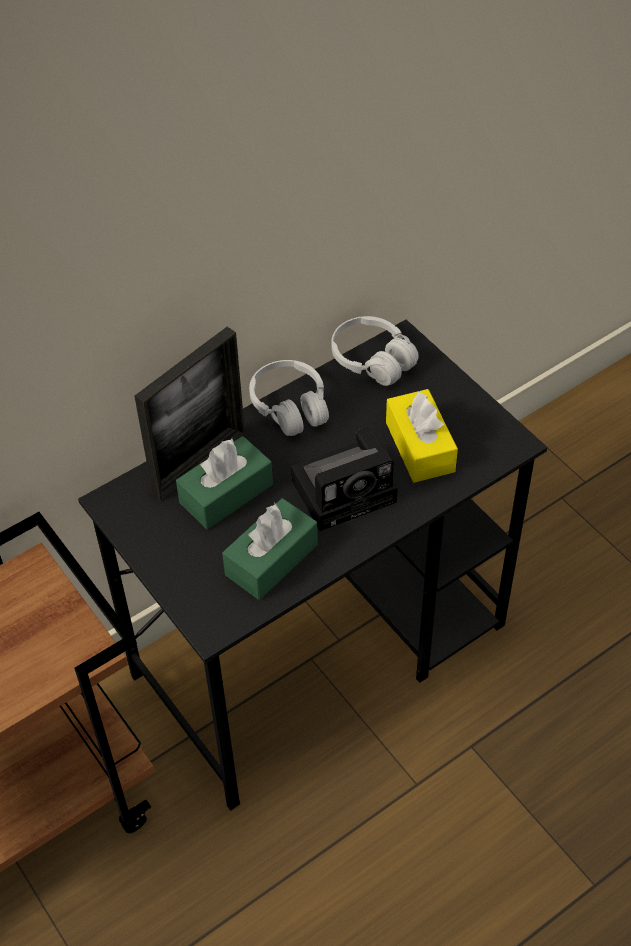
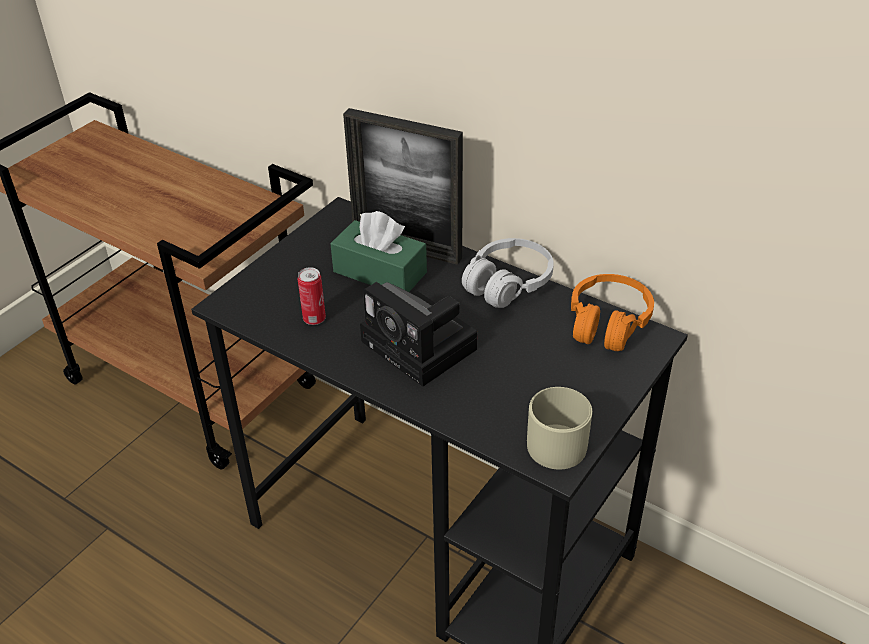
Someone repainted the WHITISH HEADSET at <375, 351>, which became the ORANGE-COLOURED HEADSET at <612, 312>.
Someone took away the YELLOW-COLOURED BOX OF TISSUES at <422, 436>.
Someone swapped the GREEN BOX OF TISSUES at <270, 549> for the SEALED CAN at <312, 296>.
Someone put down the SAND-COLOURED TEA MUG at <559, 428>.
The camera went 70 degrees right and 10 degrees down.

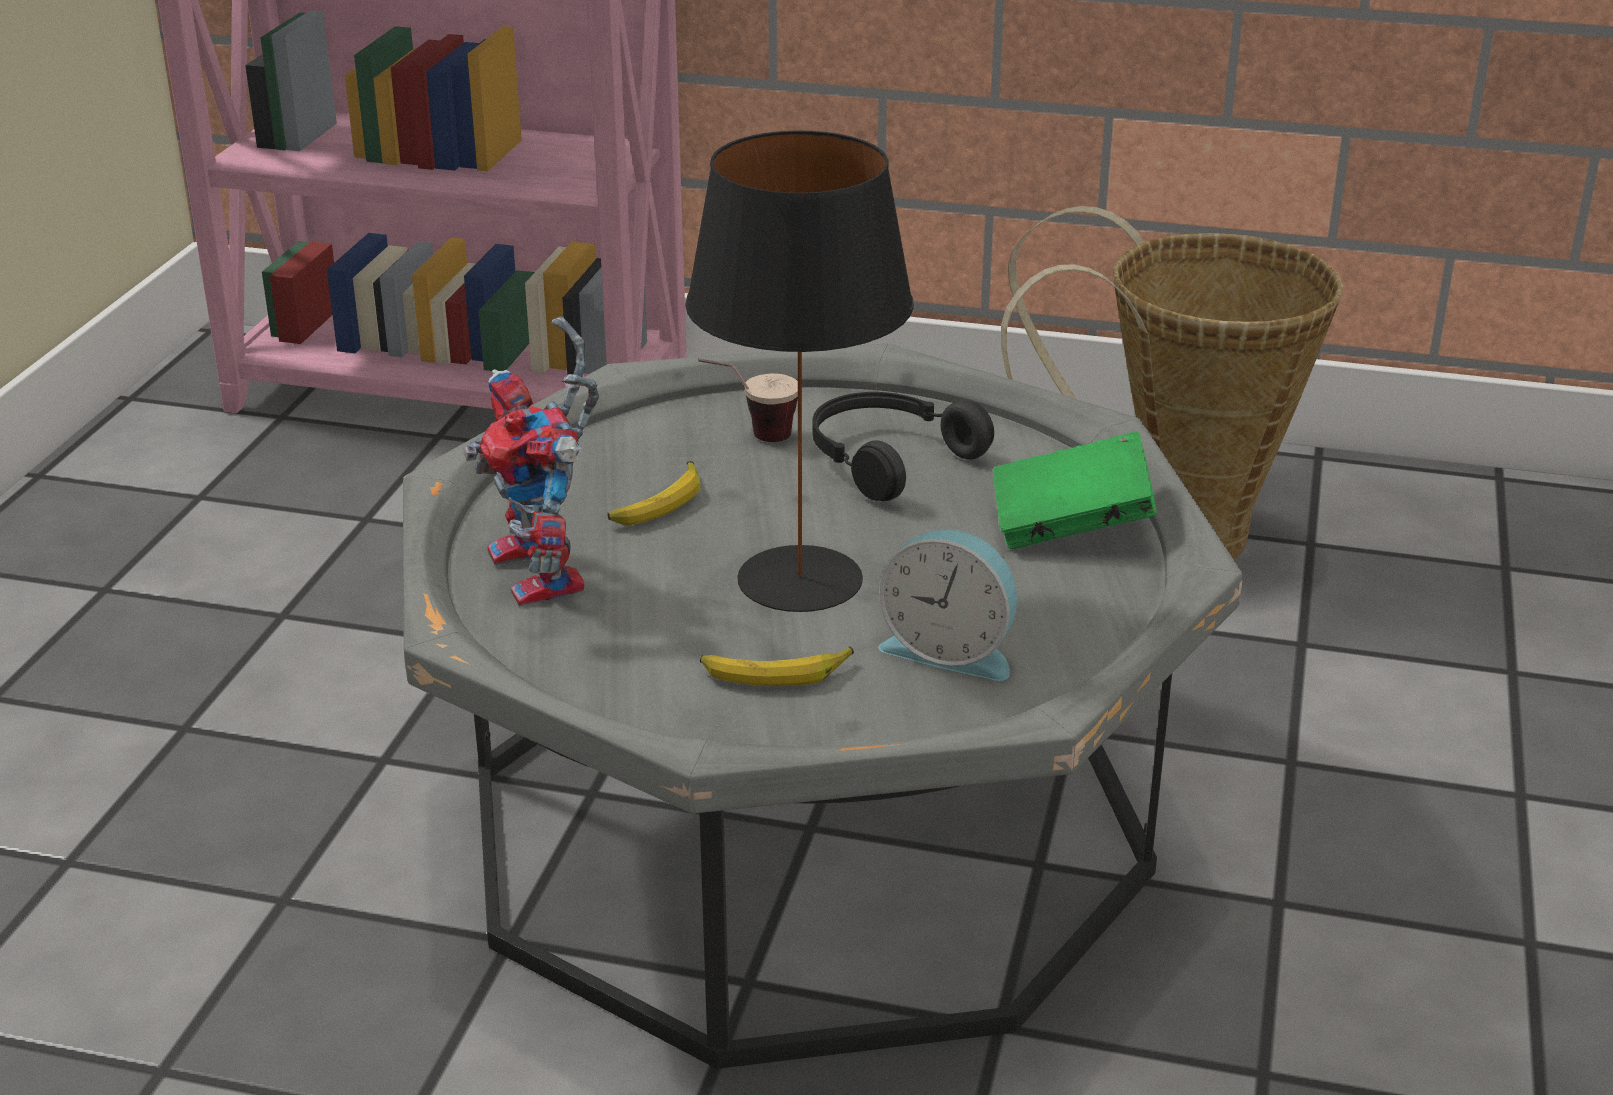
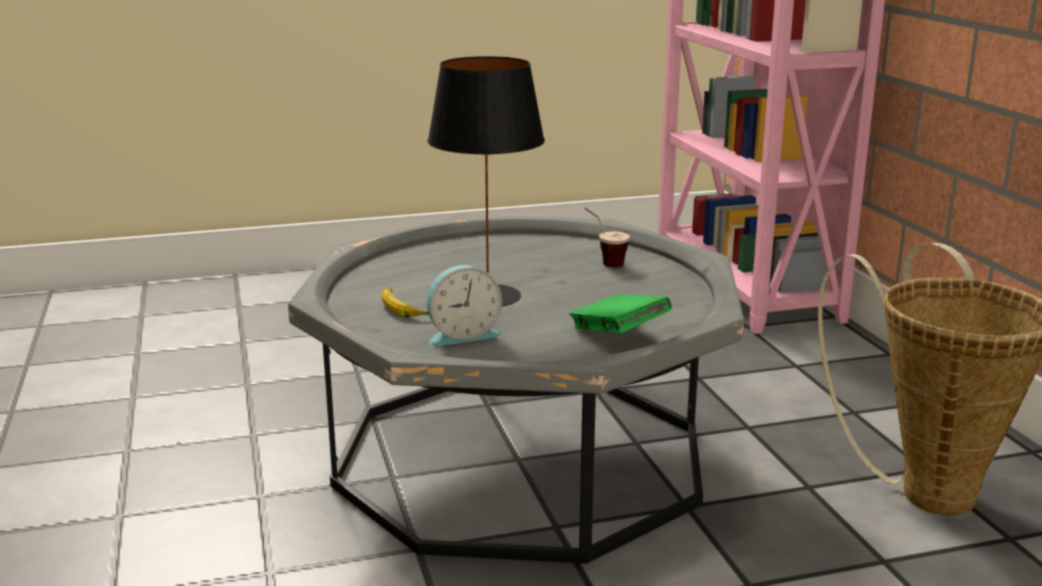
Someone took away the MODEL ROBOT at <531, 461>.
Someone took away the BLACK HEADSET at <903, 446>.
Someone took away the WHOLE BANANA at <653, 493>.
Someone rotated the BEDSIDE CLOCK at <947, 605> by 105 degrees counterclockwise.
The camera went 60 degrees right and 10 degrees down.

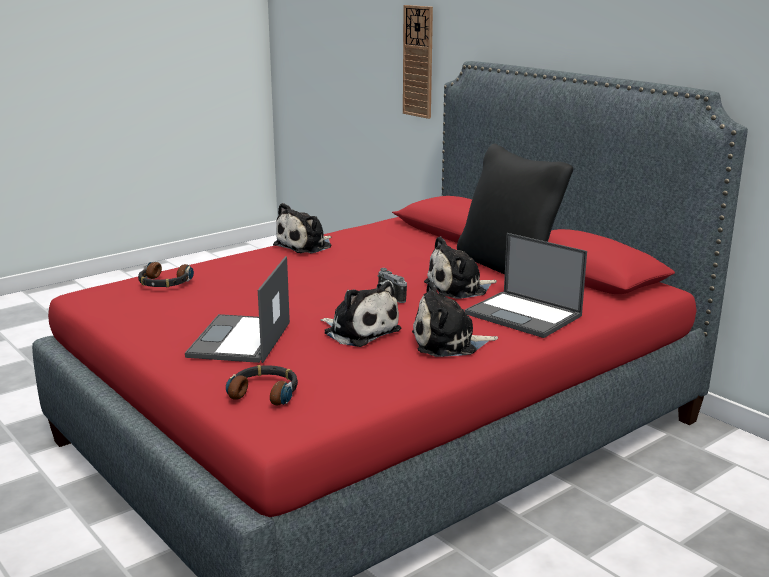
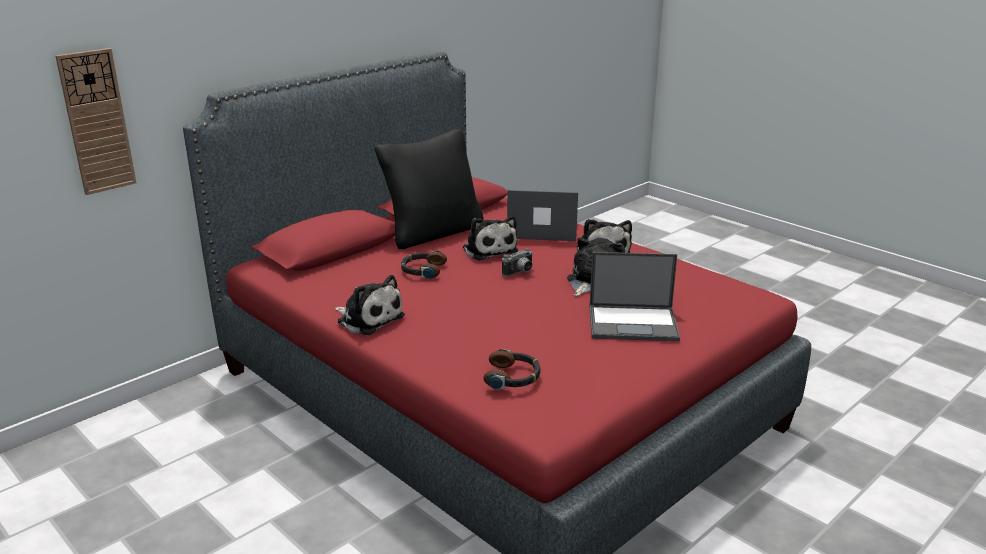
Someone rotated the NOTEBOOK COMPUTER at <526, 285> by 120 degrees counterclockwise.
Someone carried the HEADSET from <262, 385> to <424, 265>.
The camera went 95 degrees left and 5 degrees up.

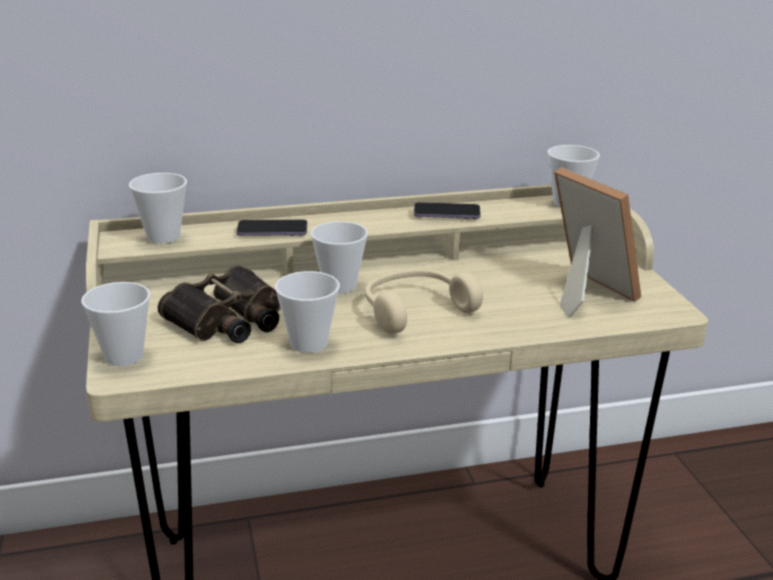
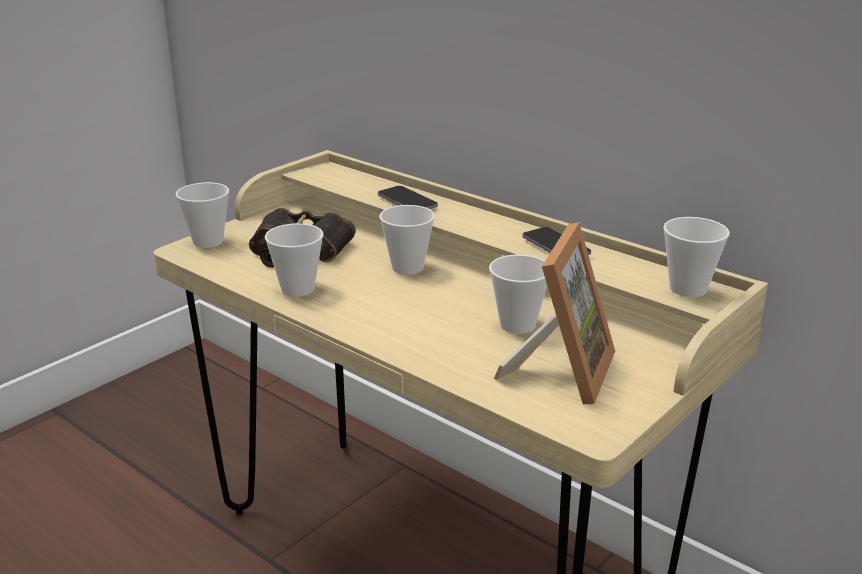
Someone carried the CUP from <158, 208> to <518, 294>.
Someone took away the SAND-COLOURED HEADSET at <424, 301>.
The camera went 55 degrees right and 0 degrees up.

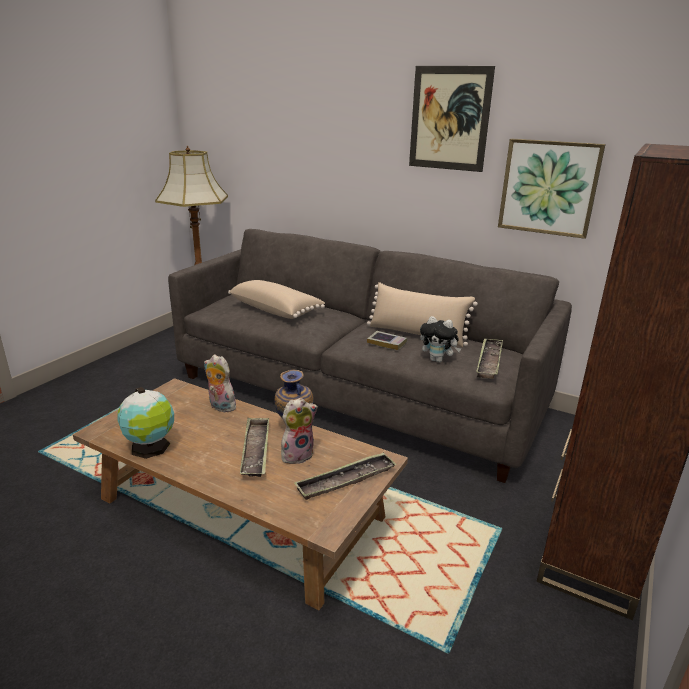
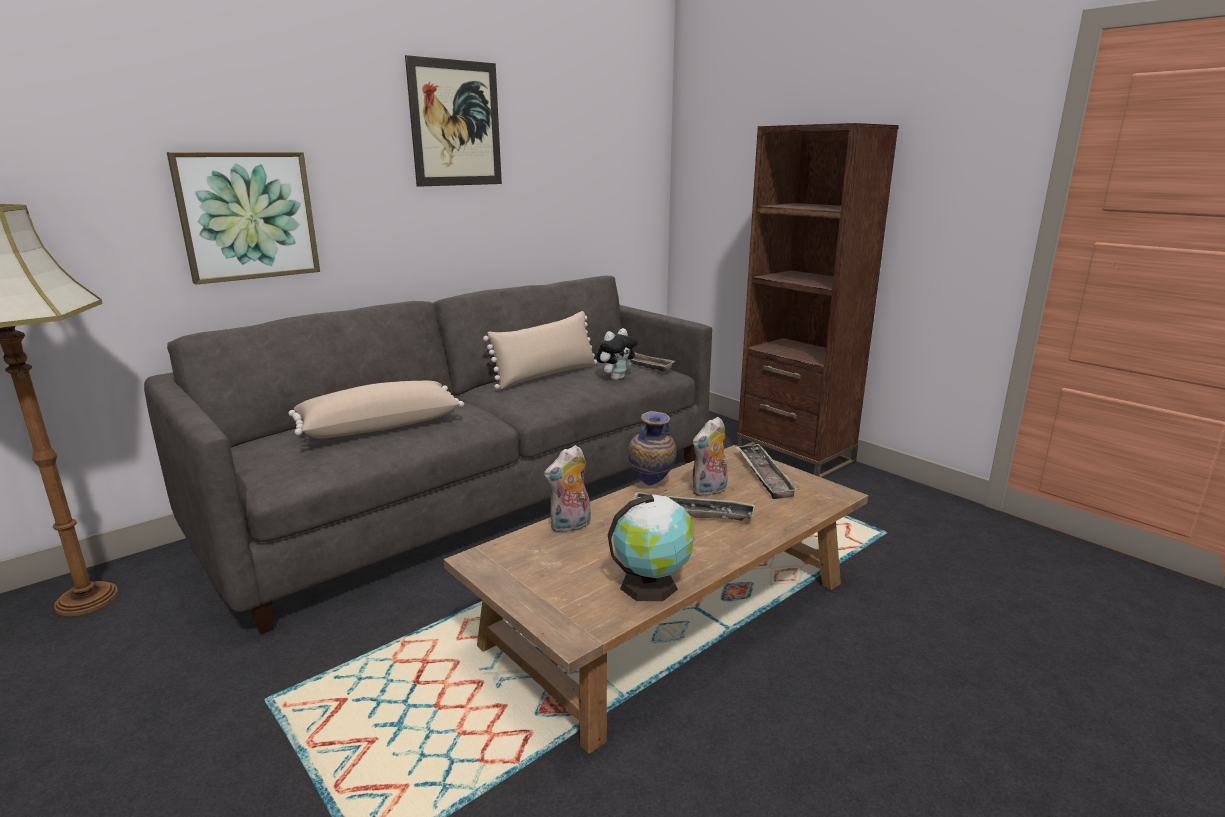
Someone carried the WALL ART from <552, 189> to <243, 218>.
Someone took away the BOOK at <387, 340>.
Someone rotated the SOFT TOY at <299, 431> by 120 degrees counterclockwise.
The camera went 70 degrees left and 5 degrees down.

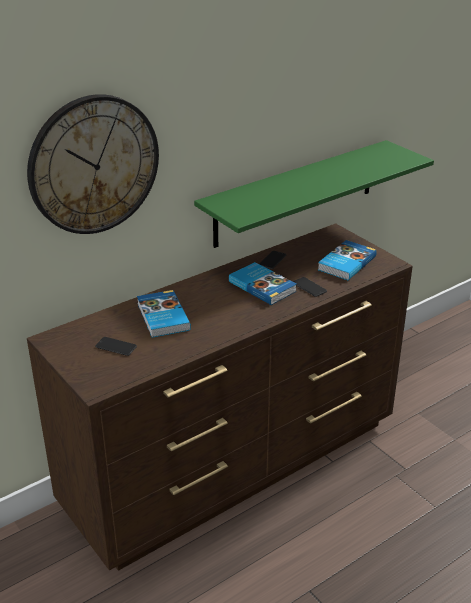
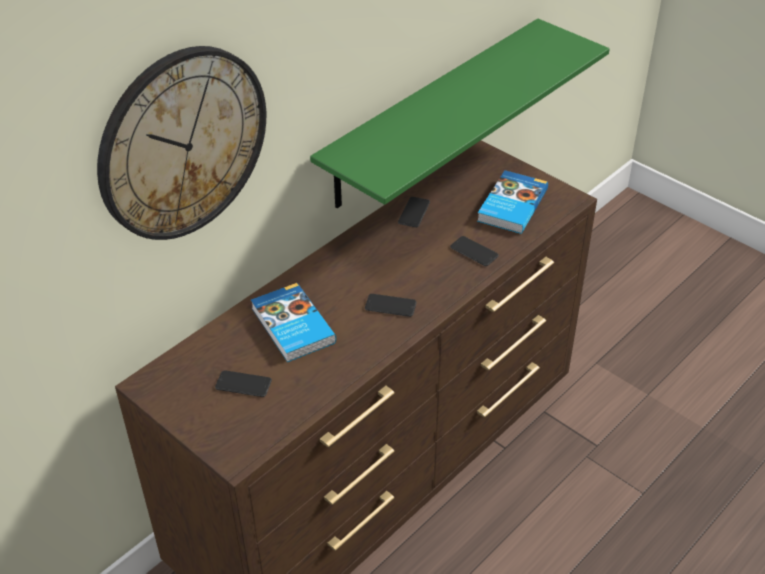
Someone took away the BOOK at <263, 283>.
Someone put down the TELEPHONE at <391, 305>.
The camera went 10 degrees left and 10 degrees up.

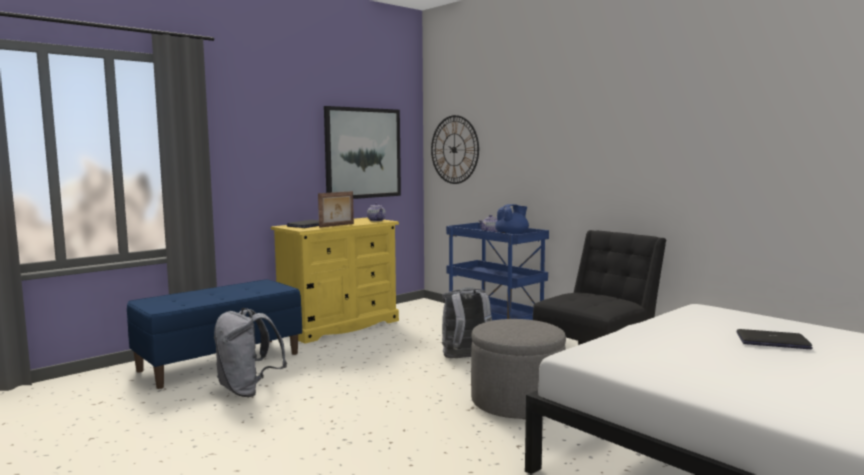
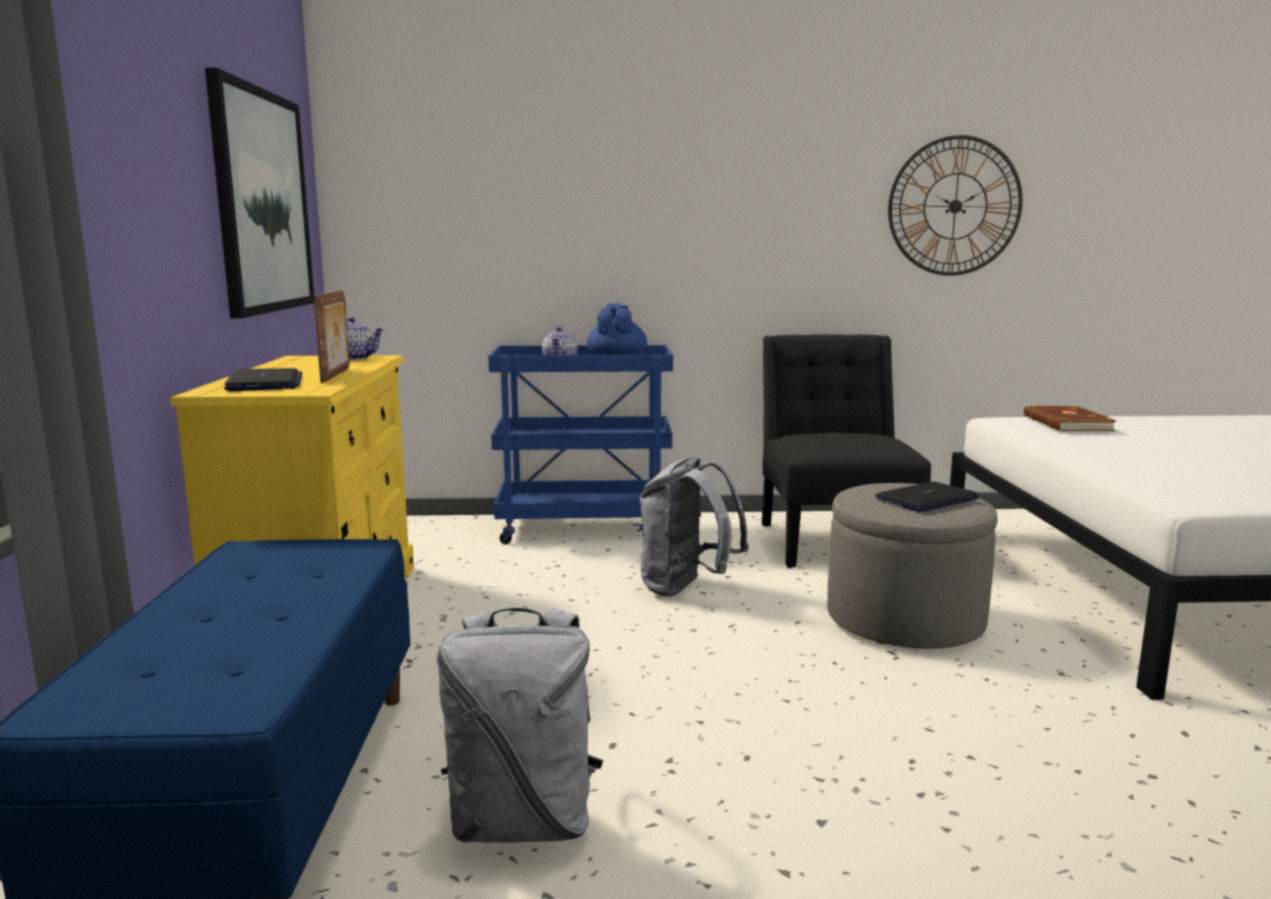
Someone carried the HANGING CLOCK from <455, 149> to <955, 205>.
Someone carried the NOTEBOOK COMPUTER from <775, 339> to <927, 496>.
Someone put down the BROWN-COLOURED BOOK at <1070, 418>.
The camera went 50 degrees left and 5 degrees up.

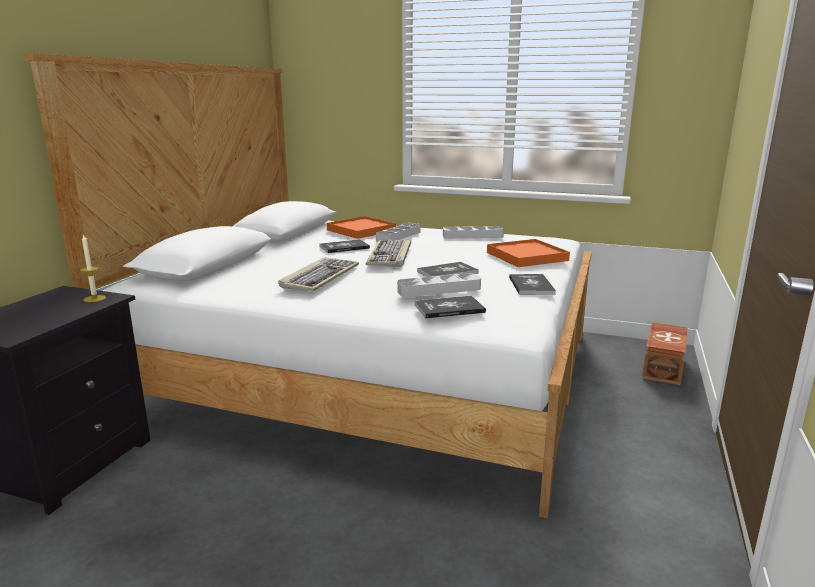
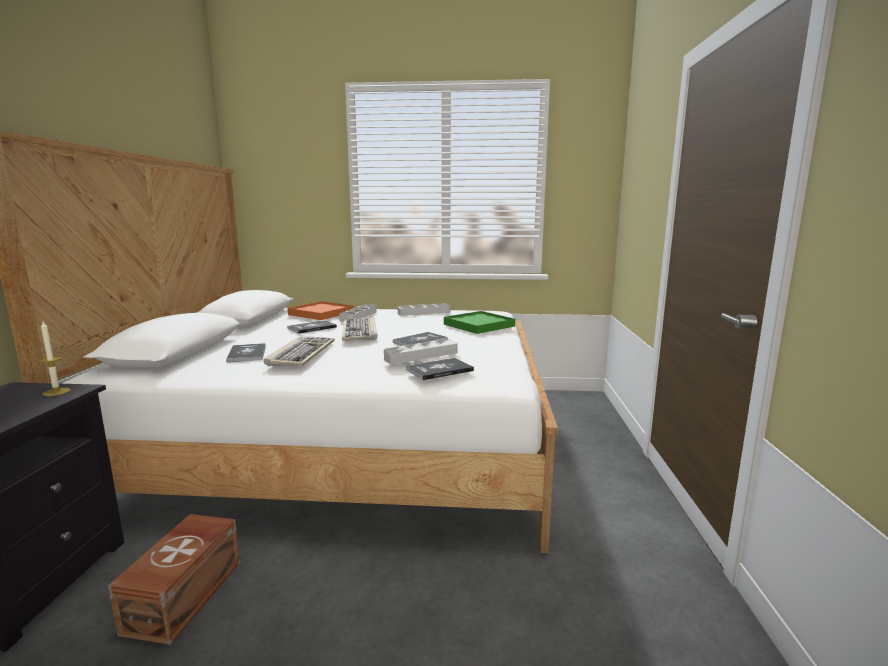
Someone repainted the ORANGE-COLOURED CARRYING TRAY at <528, 253>, which became the GREEN CARRYING TRAY at <479, 322>.
Someone carried the BOOK from <532, 284> to <246, 352>.
Someone carried the BROWN-COLOURED STORAGE BIN from <665, 353> to <174, 579>.
The camera went 15 degrees left and 5 degrees down.

